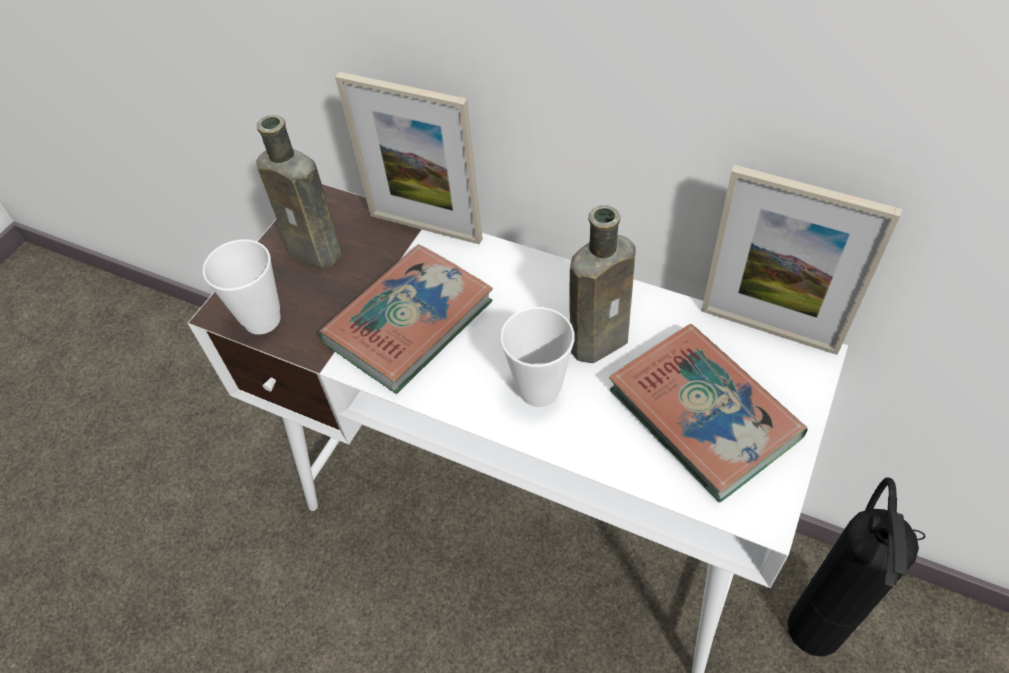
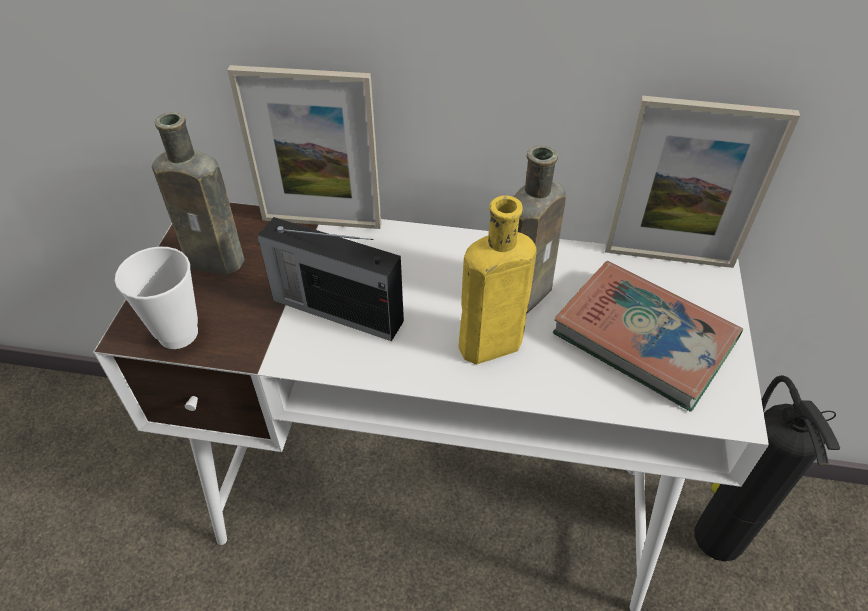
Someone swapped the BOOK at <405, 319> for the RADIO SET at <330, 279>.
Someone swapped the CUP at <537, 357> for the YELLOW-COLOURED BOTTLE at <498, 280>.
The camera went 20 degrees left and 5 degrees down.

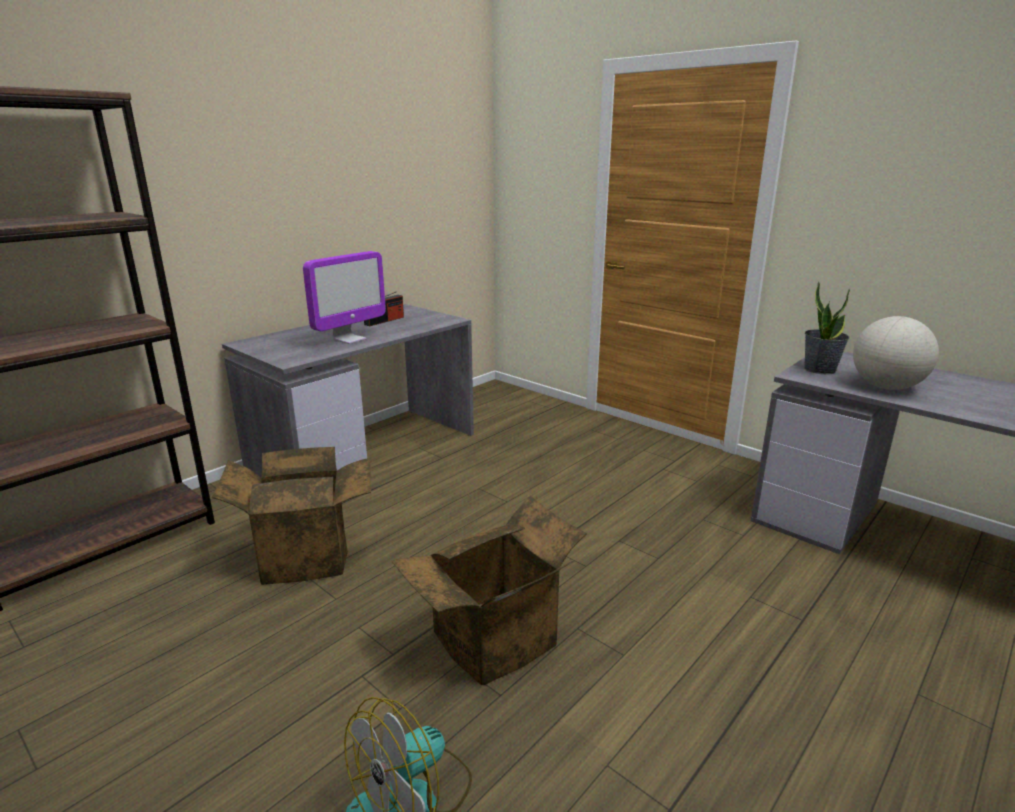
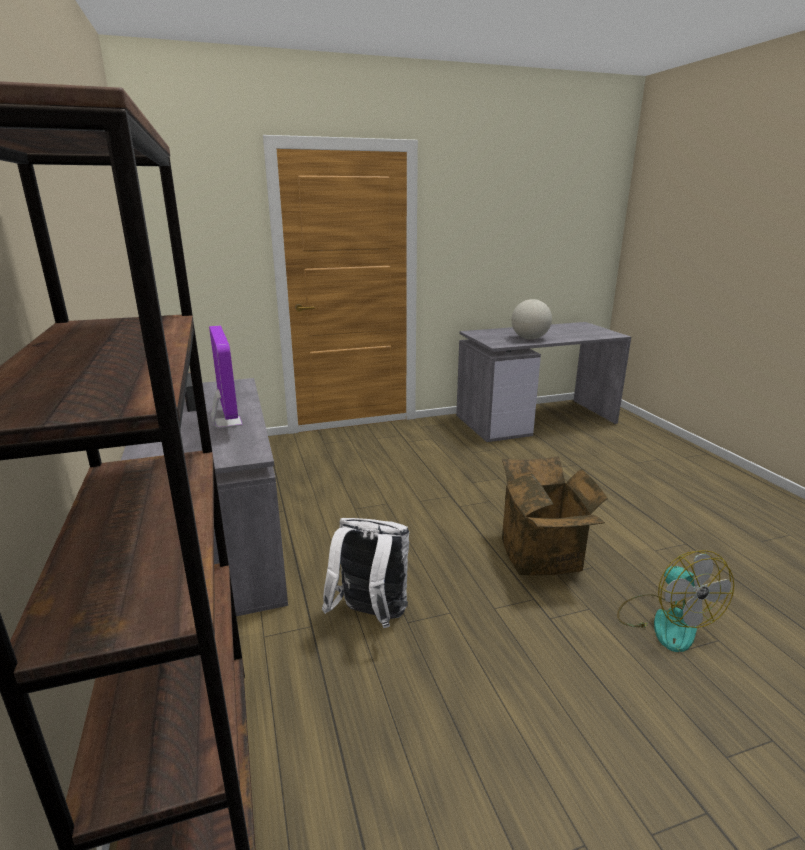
Someone took away the PLANT IN A POT at <827, 328>.
Someone swapped the CARDBOARD BOX at <291, 516> for the WHITISH KNAPSACK at <366, 573>.
The camera went 60 degrees left and 0 degrees up.

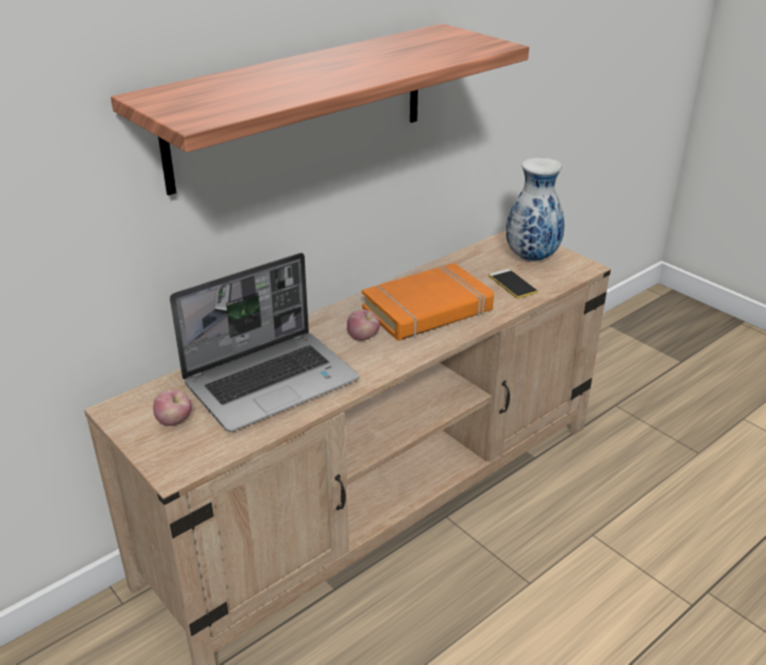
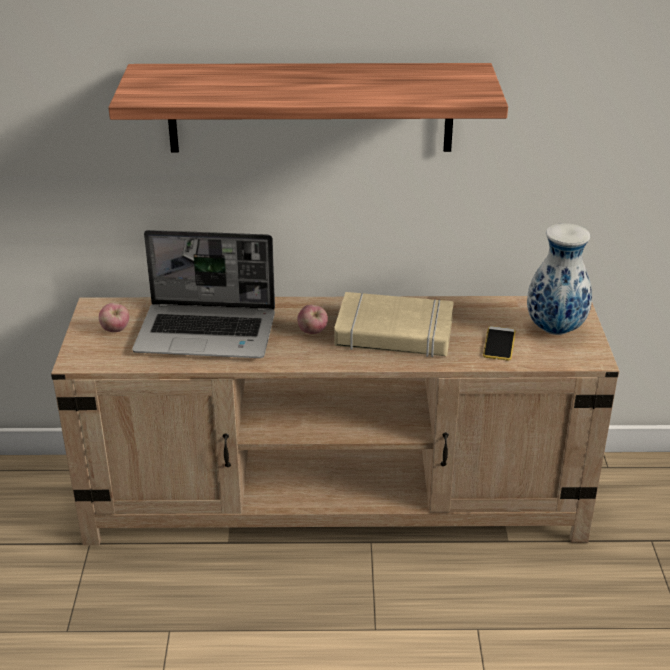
Someone repainted the ORANGE-COLOURED BOOK at <428, 302>, which became the SAND-COLOURED BOOK at <394, 324>.
The camera went 40 degrees right and 0 degrees up.

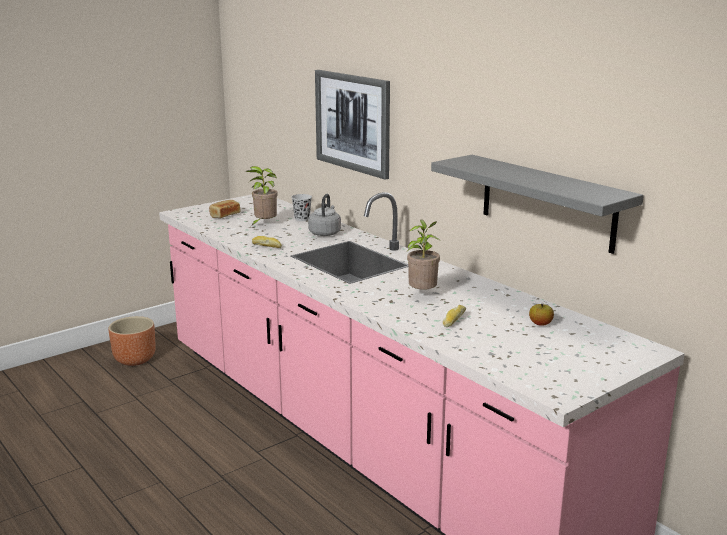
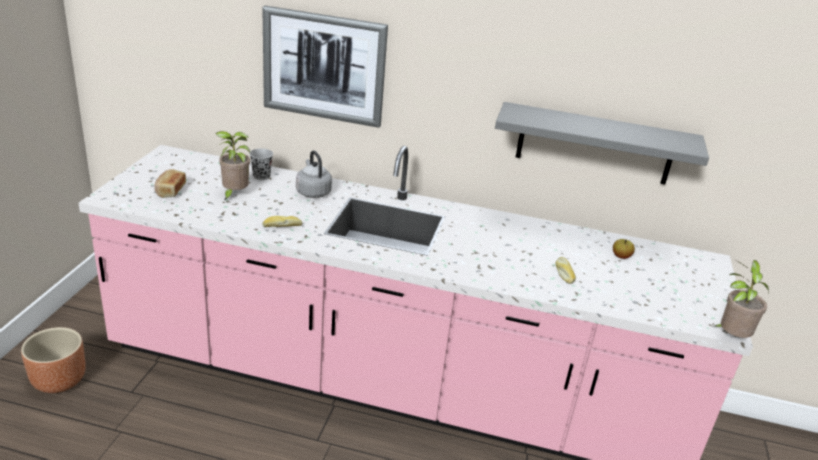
Someone carried the PLANT IN A POT from <424, 254> to <742, 298>.
The camera went 40 degrees left and 10 degrees up.

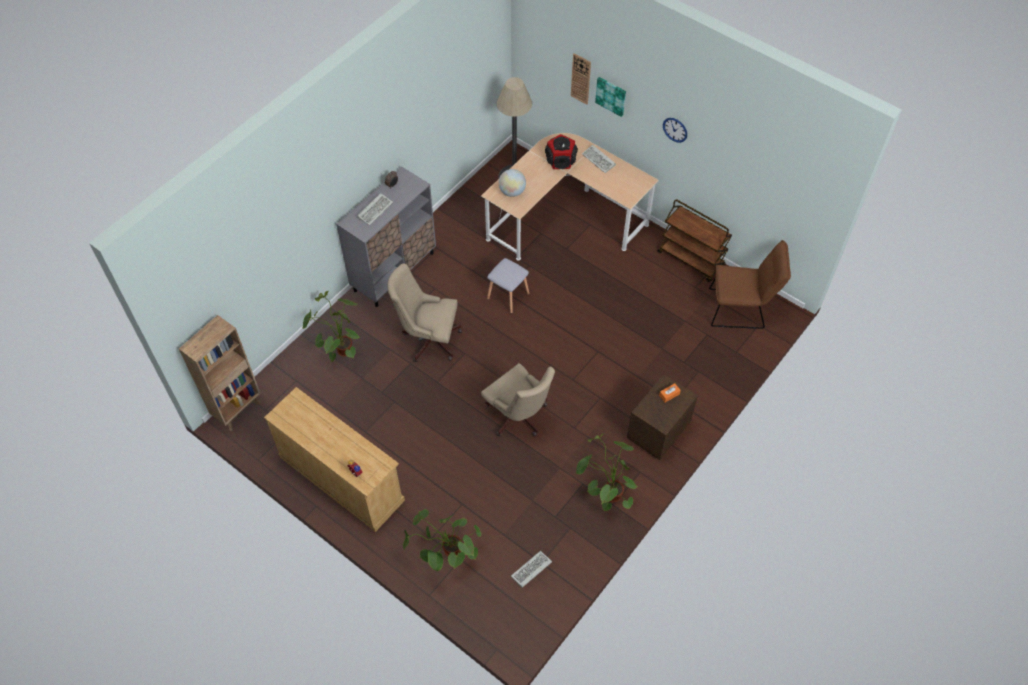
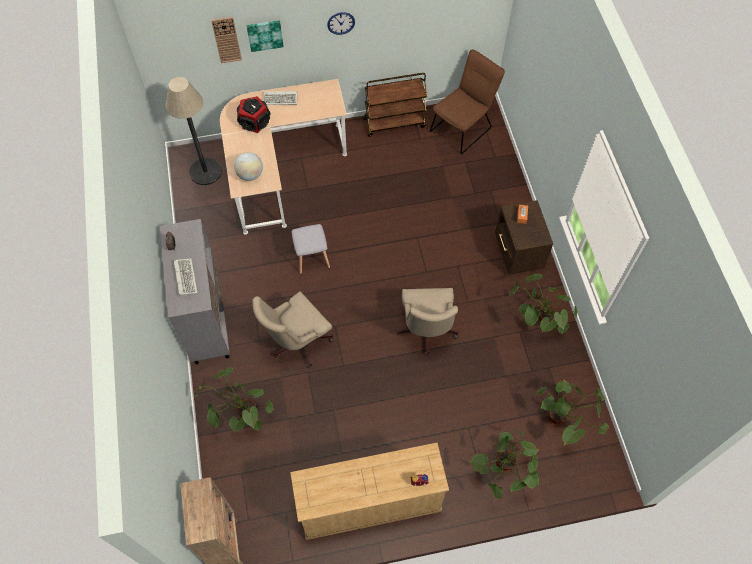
Someone rotated the SAND-COLOURED OFFICE CHAIR at <518, 399> by 90 degrees clockwise.
Someone swapped the KEYBOARD at <531, 569> for the PLANT IN A POT at <573, 412>.
The camera went 50 degrees left and 5 degrees up.

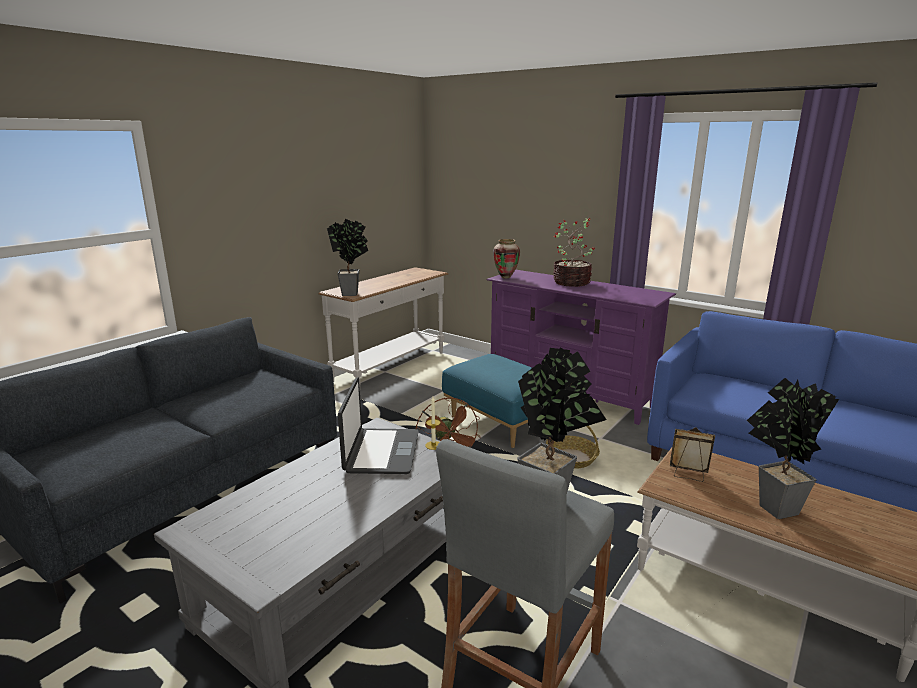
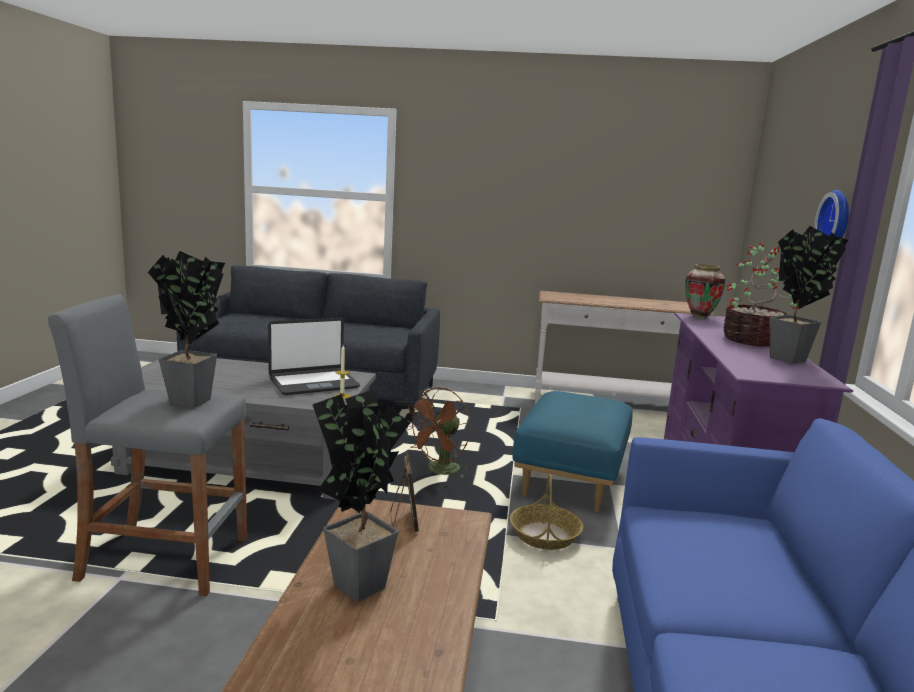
Someone carried the PLANT IN A POT from <347, 257> to <809, 295>.
Someone put up the HANGING CLOCK at <831, 214>.
The camera went 60 degrees right and 5 degrees down.

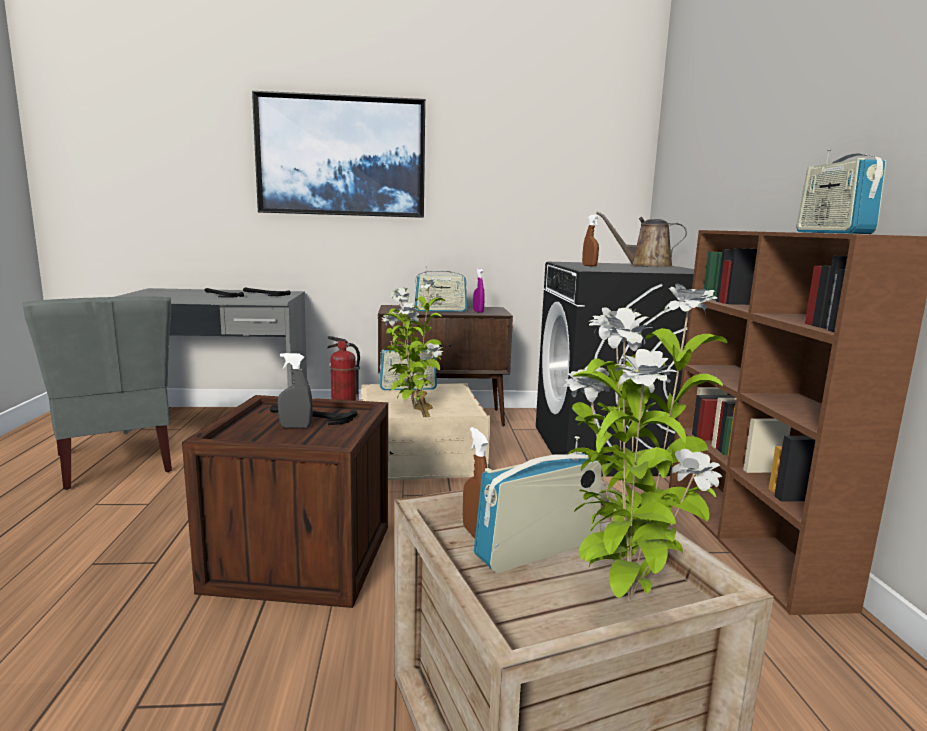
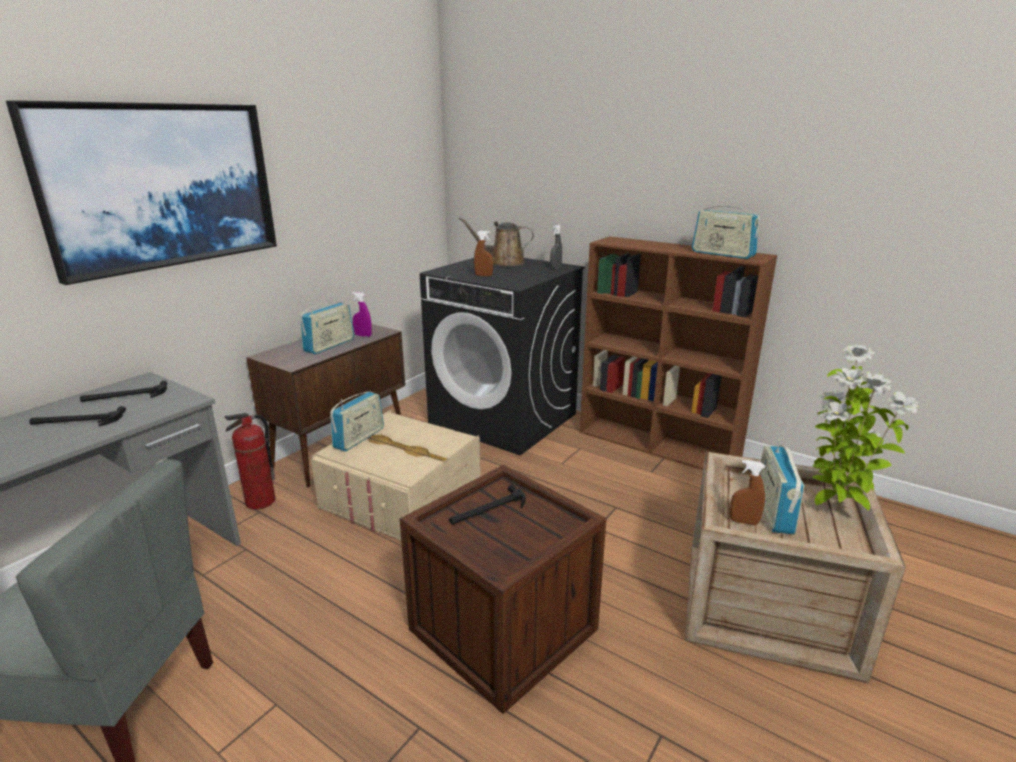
Someone rotated the BROWN-COLOURED WATERING CAN at <642, 239> by 45 degrees clockwise.
Someone took away the PLANT IN A POT at <413, 343>.
Someone carried the GRAY SPRAY BOTTLE from <295, 390> to <556, 247>.
The camera went 50 degrees left and 10 degrees up.

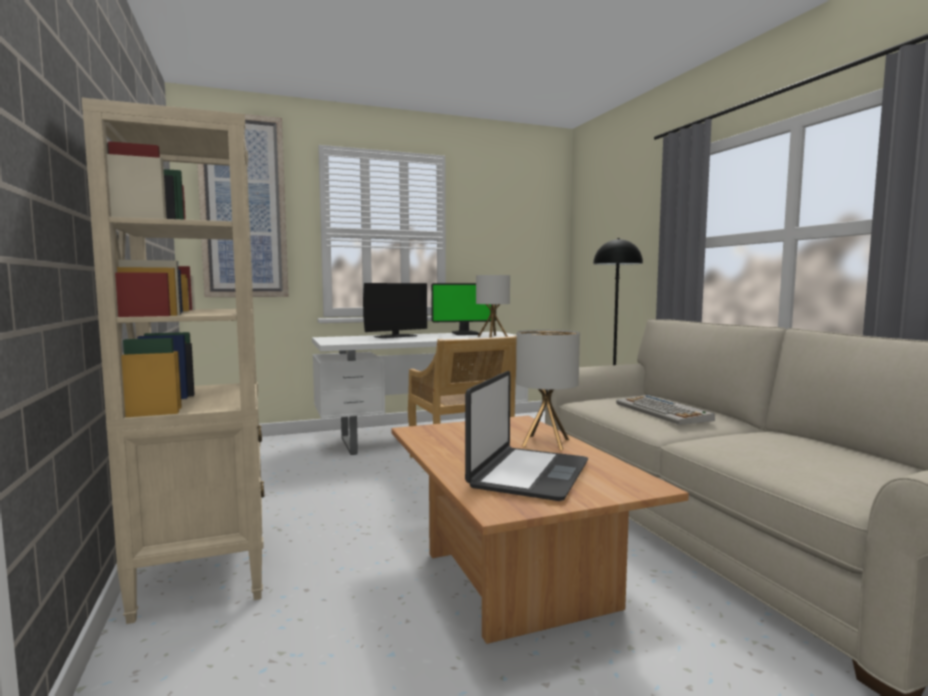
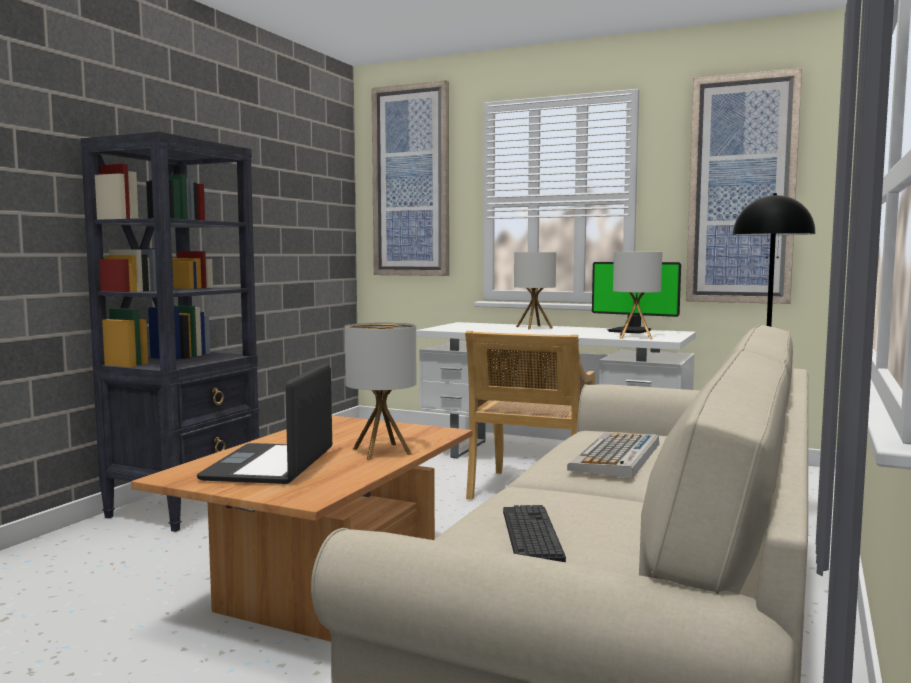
Someone repainted the SAND-COLOURED SHELVING UNIT at <173, 361>, which became the BLACK SHELVING UNIT at <169, 331>.
Someone swapped the MONITOR at <395, 310> for the TABLE LAMP at <535, 290>.
Someone rotated the NOTEBOOK COMPUTER at <526, 436> by 120 degrees clockwise.
Someone put up the WALL ART at <744, 186>.
Someone put down the KEYBOARD at <534, 533>.
The camera went 45 degrees right and 0 degrees up.

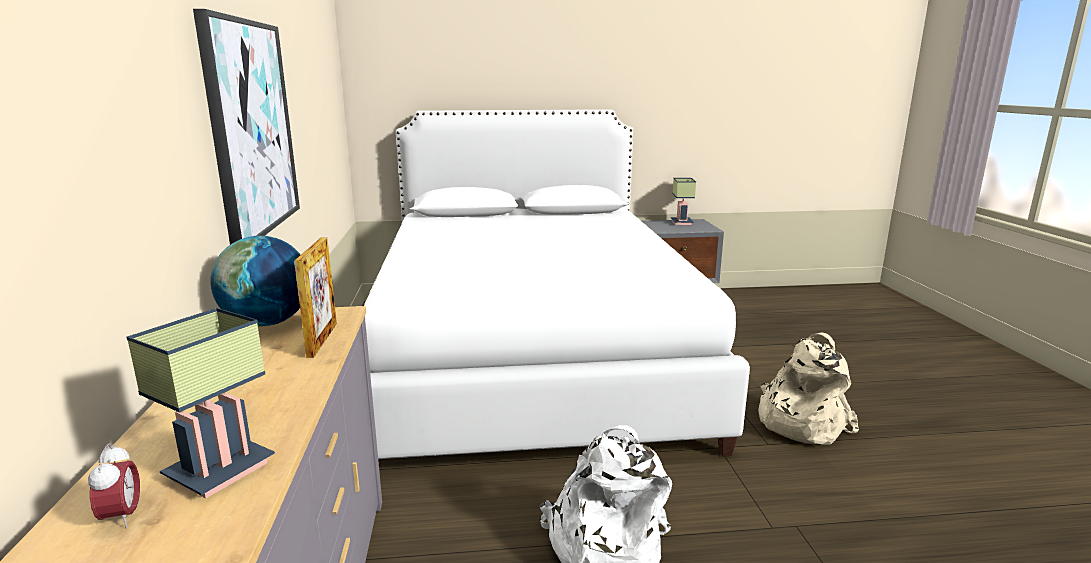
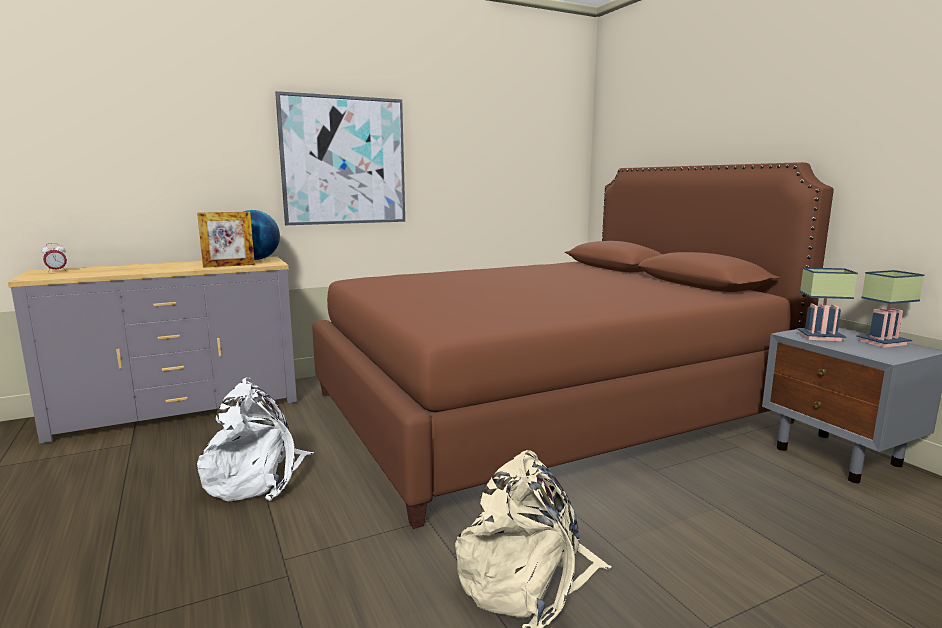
Someone repainted the WHITISH BEDROOM BED at <557, 288>, which became the BROWN-COLOURED BEDROOM BED at <573, 345>.
Someone carried the TABLE LAMP from <201, 403> to <827, 304>.
The camera went 70 degrees right and 5 degrees down.

